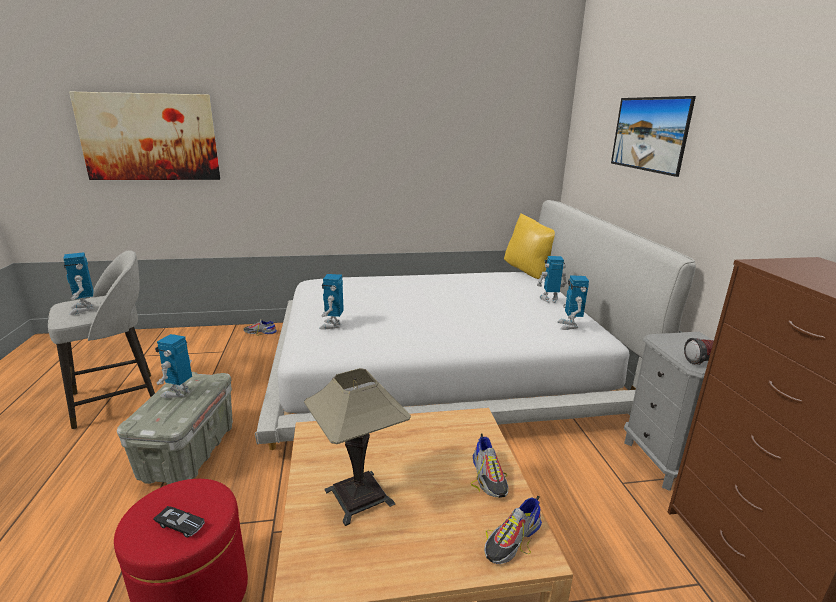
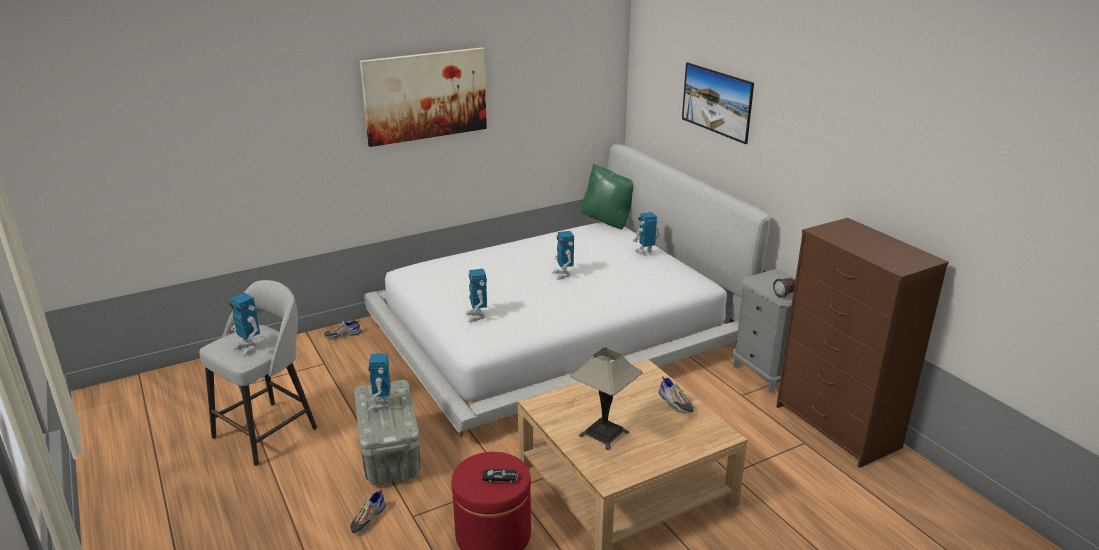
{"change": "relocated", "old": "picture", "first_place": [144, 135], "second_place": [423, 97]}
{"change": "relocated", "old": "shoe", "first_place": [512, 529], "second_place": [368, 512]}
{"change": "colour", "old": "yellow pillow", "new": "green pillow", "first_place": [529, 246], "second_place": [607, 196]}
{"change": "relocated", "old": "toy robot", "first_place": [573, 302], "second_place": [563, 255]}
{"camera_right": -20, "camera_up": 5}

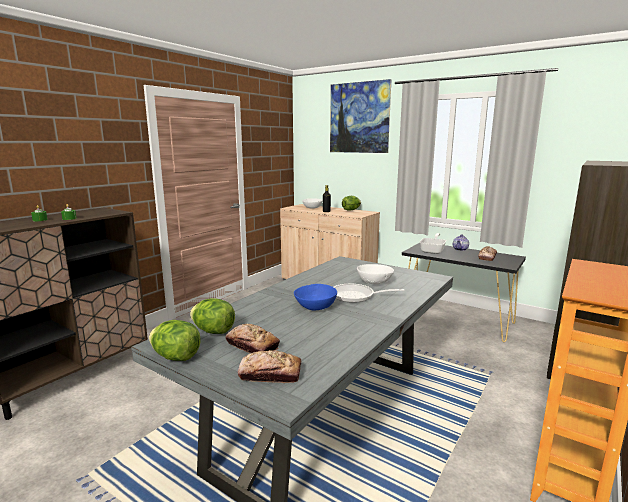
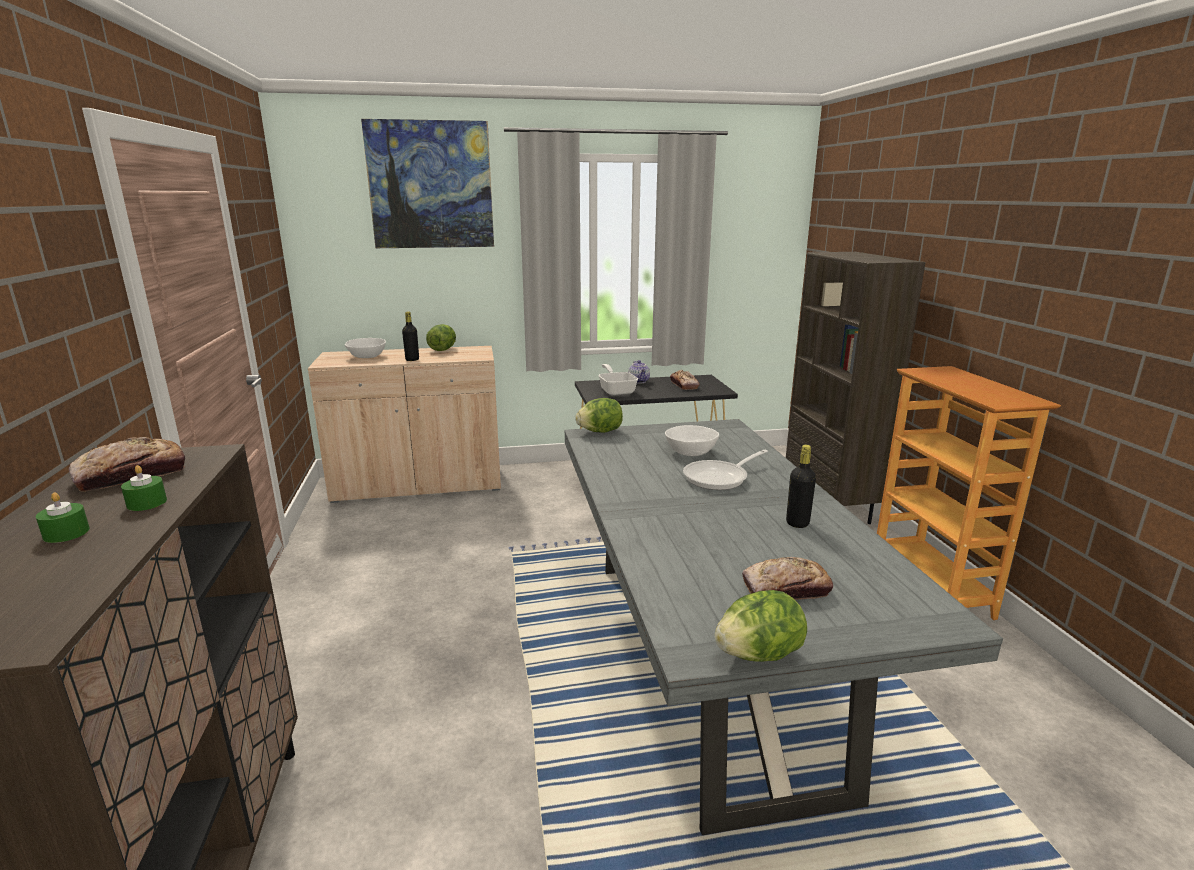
{"change": "relocated", "old": "lettuce", "first_place": [212, 316], "second_place": [599, 415]}
{"change": "relocated", "old": "bread", "first_place": [269, 366], "second_place": [127, 464]}
{"change": "missing", "old": "blue bowl", "first_place": [315, 297]}
{"change": "appeared", "new": "black bottle", "second_place": [801, 486]}
{"camera_right": -45, "camera_up": 5}

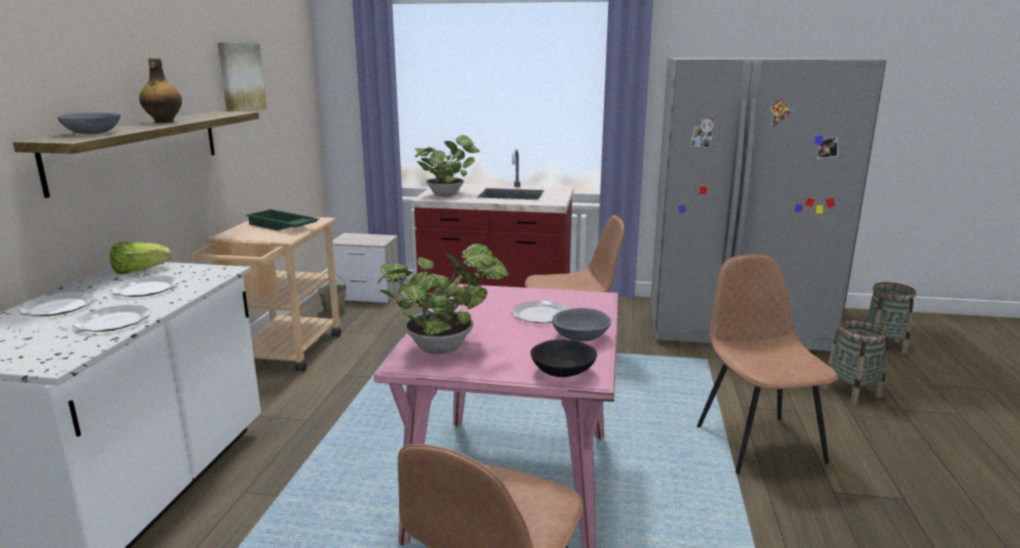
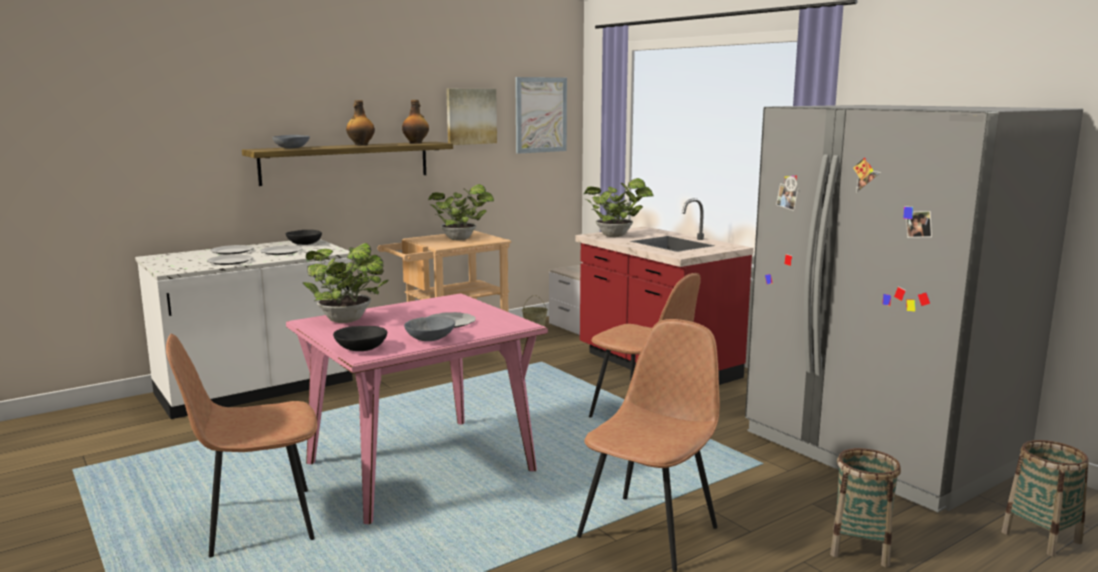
{"change": "exchanged", "old": "lettuce", "new": "black bowl", "first_place": [141, 258], "second_place": [304, 237]}
{"change": "exchanged", "old": "green tray", "new": "potted plant", "first_place": [282, 220], "second_place": [461, 212]}
{"change": "appeared", "new": "bottle", "second_place": [415, 122]}
{"change": "appeared", "new": "picture", "second_place": [541, 115]}
{"camera_right": 45, "camera_up": -5}

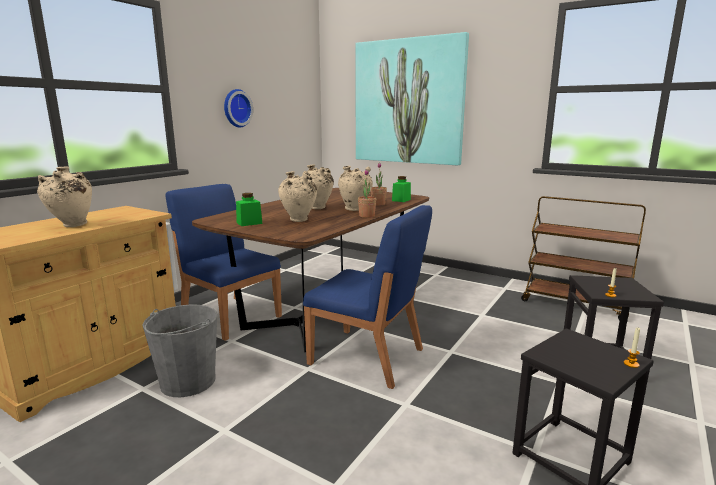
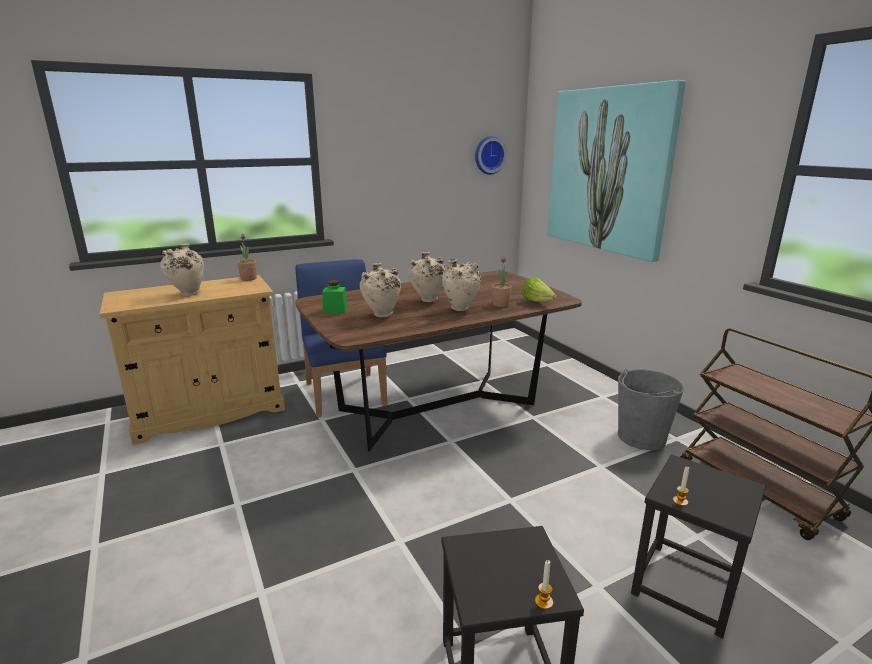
{"change": "relocated", "old": "grey bucket", "first_place": [180, 350], "second_place": [651, 409]}
{"change": "relocated", "old": "wall clock", "first_place": [238, 108], "second_place": [491, 155]}
{"change": "missing", "old": "blue chair", "first_place": [367, 297]}
{"change": "relocated", "old": "potted plant", "first_place": [367, 193], "second_place": [247, 257]}
{"change": "exchanged", "old": "green jar", "new": "lettuce", "first_place": [401, 189], "second_place": [539, 289]}
{"camera_right": 30, "camera_up": 5}

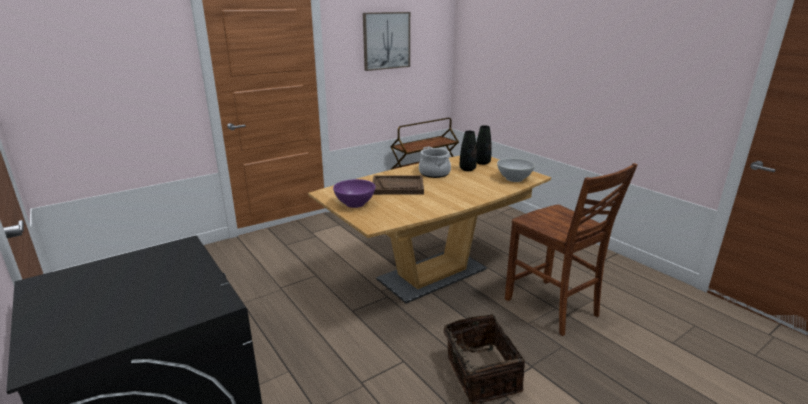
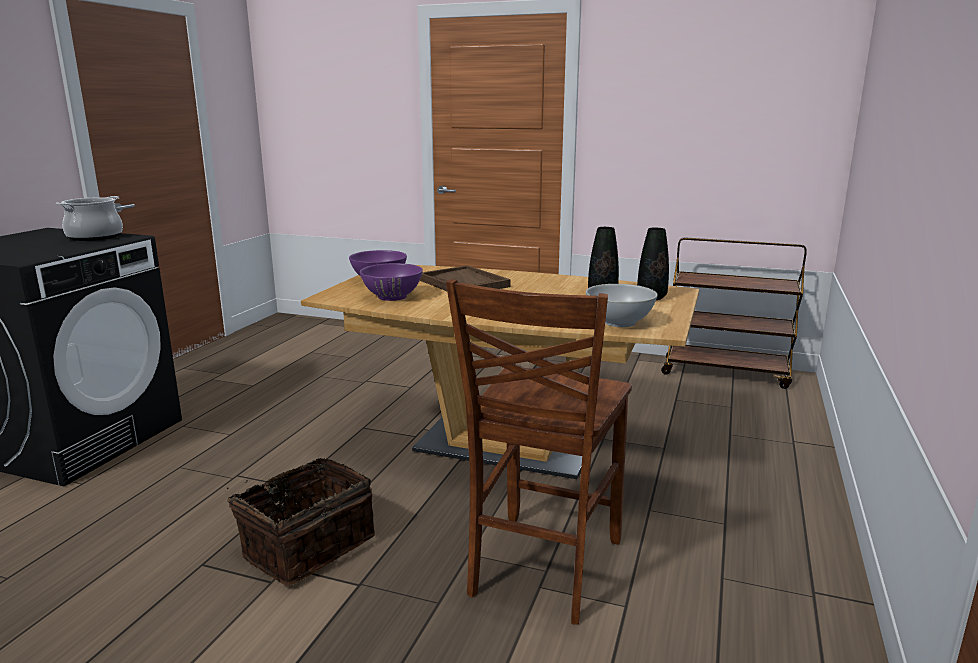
{"change": "missing", "old": "picture", "first_place": [386, 41]}
{"change": "relocated", "old": "cooking pot", "first_place": [435, 162], "second_place": [89, 218]}
{"change": "appeared", "new": "purple bowl", "second_place": [391, 282]}
{"camera_right": 55, "camera_up": -5}

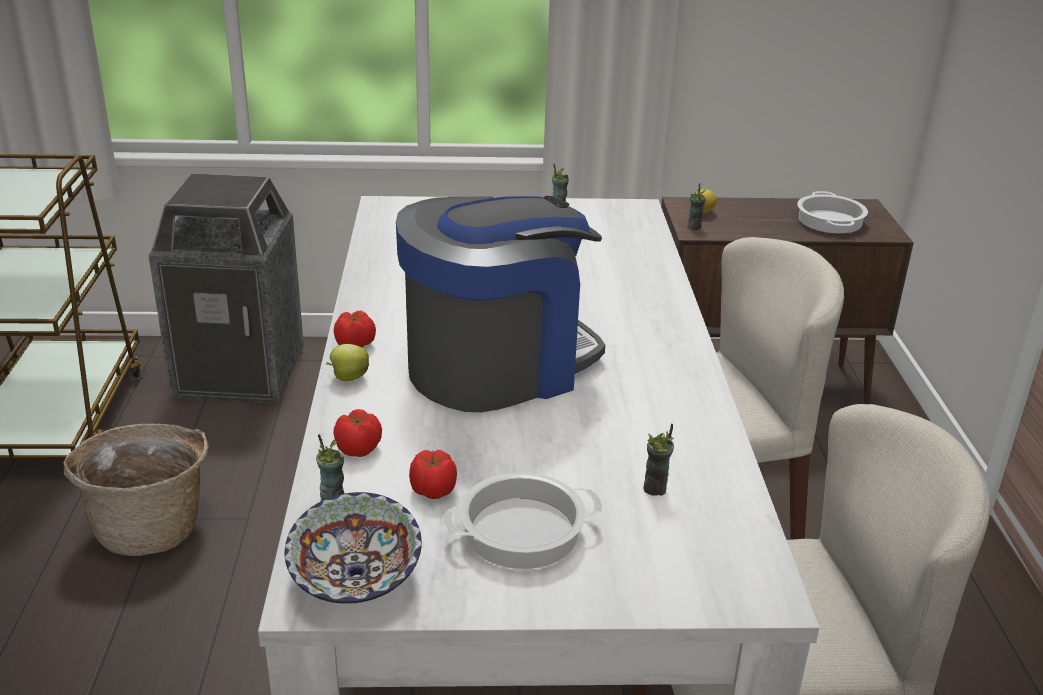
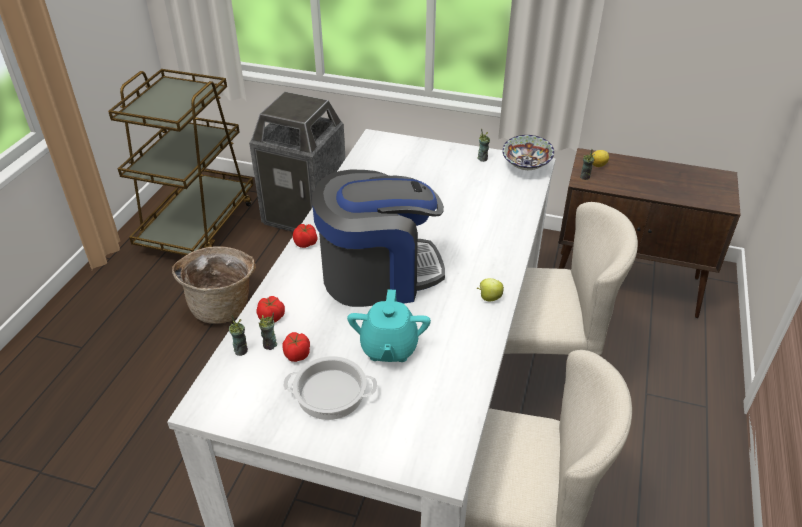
{"change": "relocated", "old": "bowl", "first_place": [353, 548], "second_place": [528, 152]}
{"change": "relocated", "old": "apple", "first_place": [347, 362], "second_place": [490, 289]}
{"change": "relocated", "old": "cup", "first_place": [658, 459], "second_place": [268, 331]}
{"change": "missing", "old": "cooking pot", "first_place": [832, 212]}
{"change": "appeared", "new": "turquoise teapot", "second_place": [389, 325]}
{"camera_right": 20, "camera_up": 10}

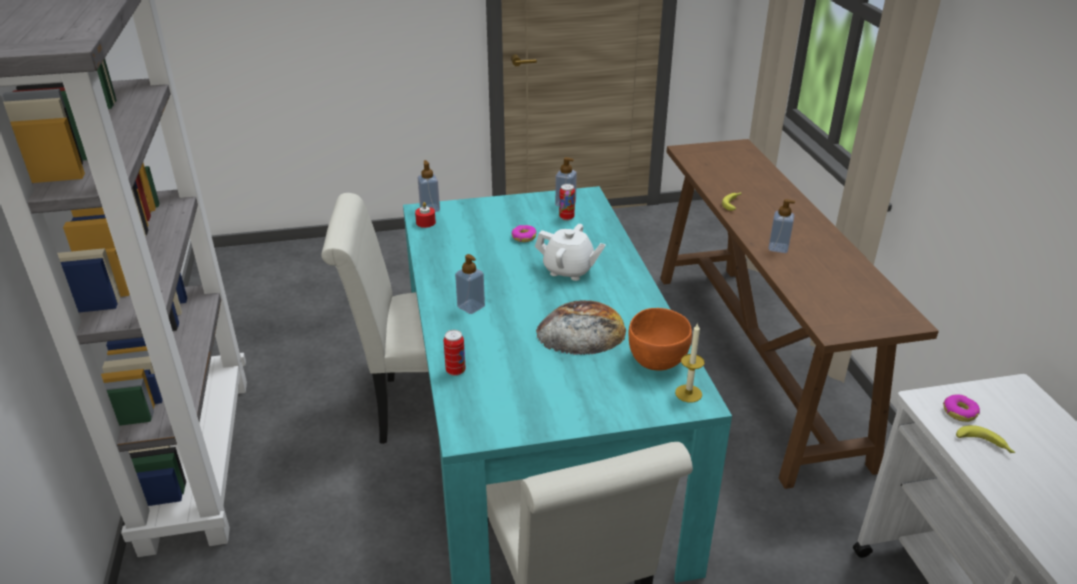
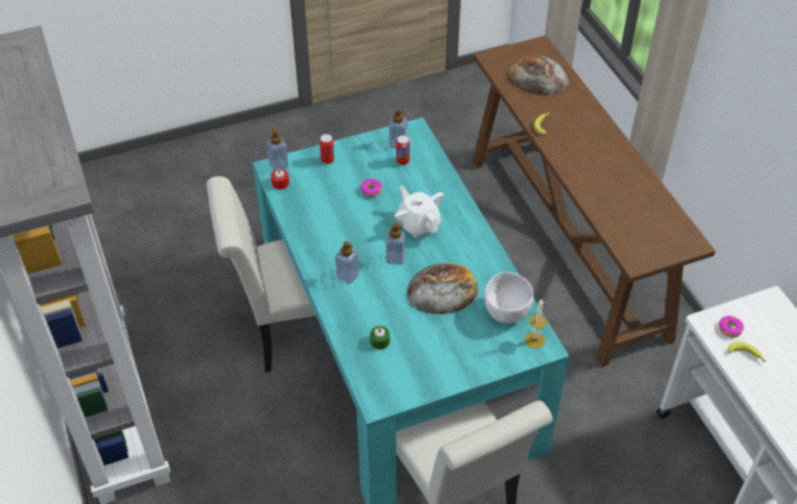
{"change": "relocated", "old": "can", "first_place": [454, 353], "second_place": [327, 149]}
{"change": "spun", "old": "white teapot", "first_place": [570, 252], "second_place": [418, 211], "degrees": -135}
{"change": "colour", "old": "orange bowl", "new": "white bowl", "first_place": [660, 339], "second_place": [509, 297]}
{"change": "relocated", "old": "soap dispenser", "first_place": [781, 226], "second_place": [395, 244]}
{"change": "appeared", "new": "green candle", "second_place": [380, 338]}
{"change": "appeared", "new": "bread", "second_place": [538, 75]}
{"camera_right": -10, "camera_up": 15}

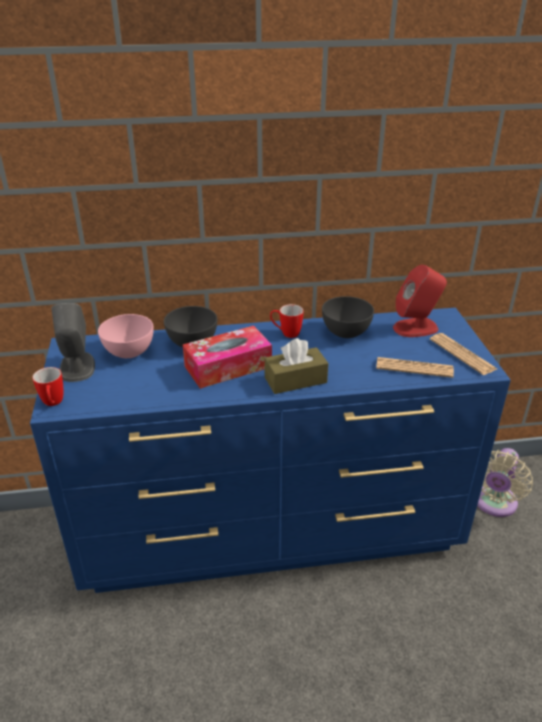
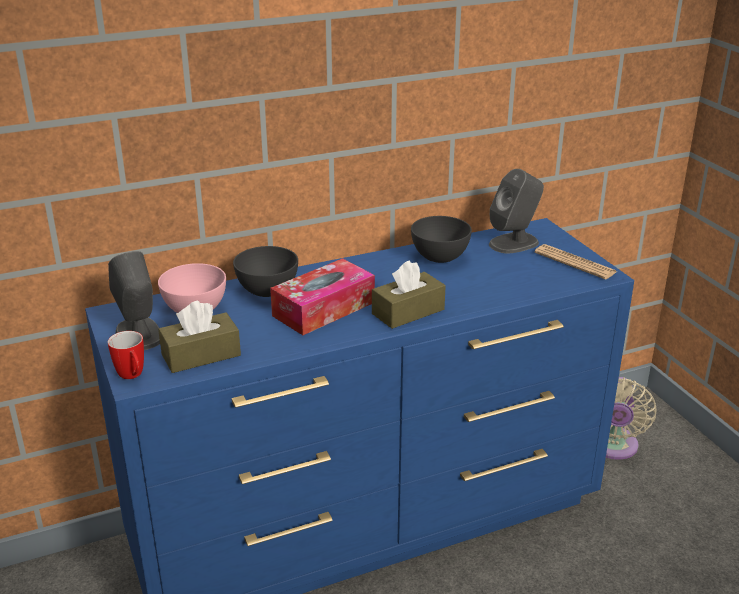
{"change": "missing", "old": "mug", "first_place": [287, 321]}
{"change": "missing", "old": "newspaper", "first_place": [415, 367]}
{"change": "colour", "old": "red speaker", "new": "grey speaker", "first_place": [420, 301], "second_place": [516, 211]}
{"change": "appeared", "new": "brown tissue box", "second_place": [199, 337]}
{"camera_right": -15, "camera_up": -5}

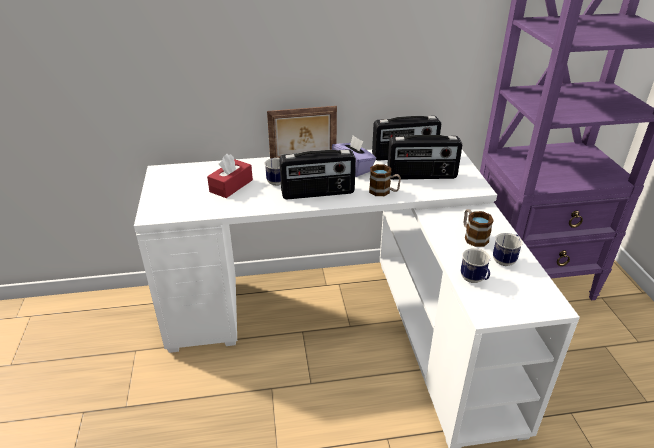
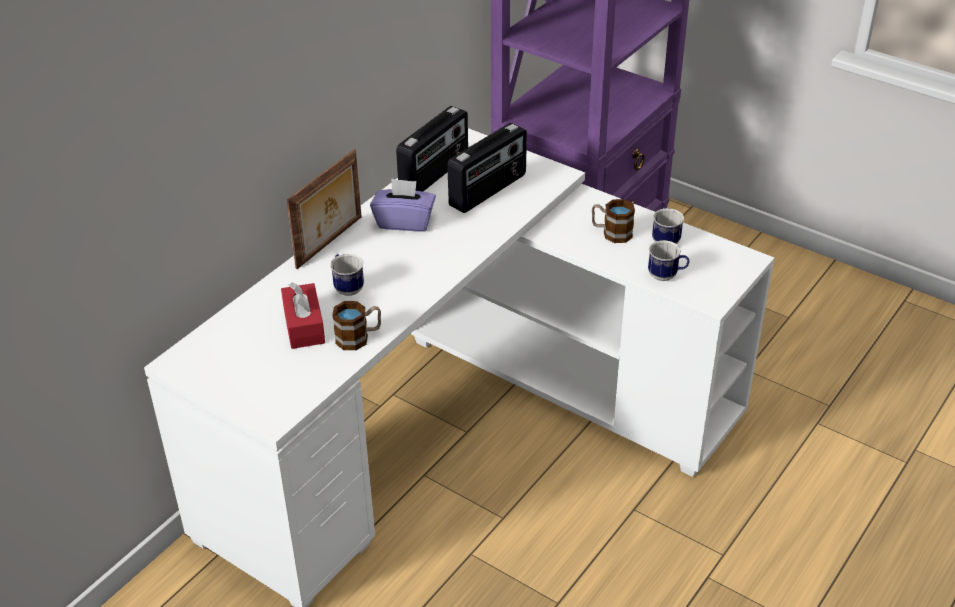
{"change": "missing", "old": "radio", "first_place": [317, 174]}
{"change": "relocated", "old": "mug", "first_place": [385, 180], "second_place": [356, 325]}
{"camera_right": -45, "camera_up": 5}

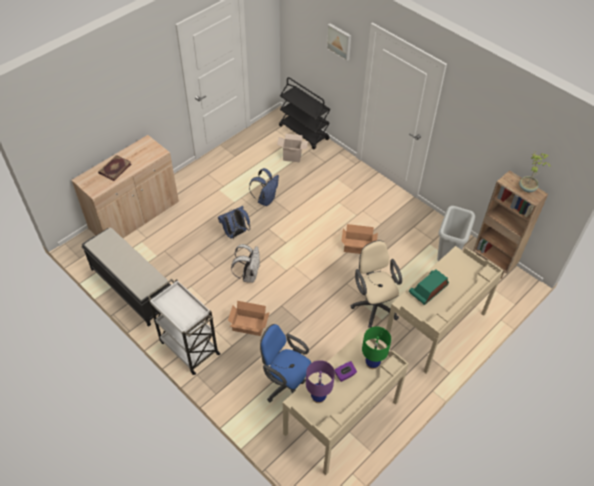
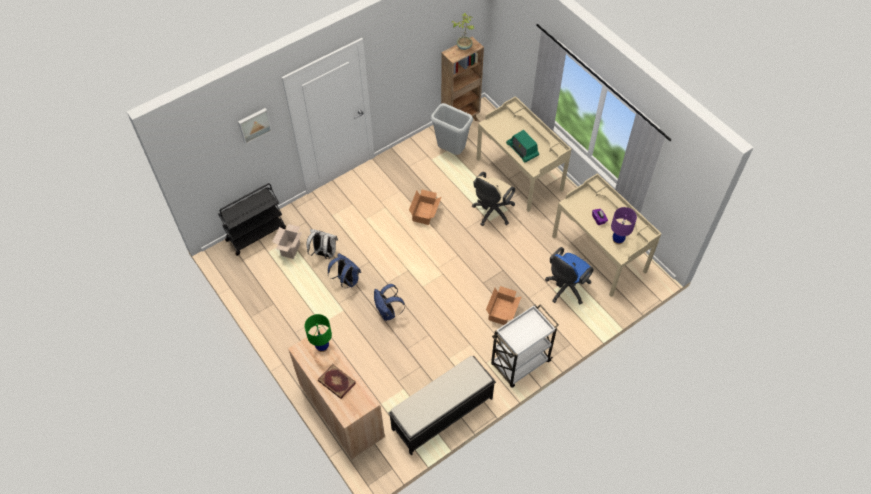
{"change": "relocated", "old": "white backpack", "first_place": [245, 263], "second_place": [322, 244]}
{"change": "spun", "old": "beige office chair", "first_place": [376, 284], "second_place": [493, 199], "degrees": -45}
{"change": "relocated", "old": "green table lamp", "first_place": [376, 348], "second_place": [318, 333]}
{"camera_right": -80, "camera_up": 5}

